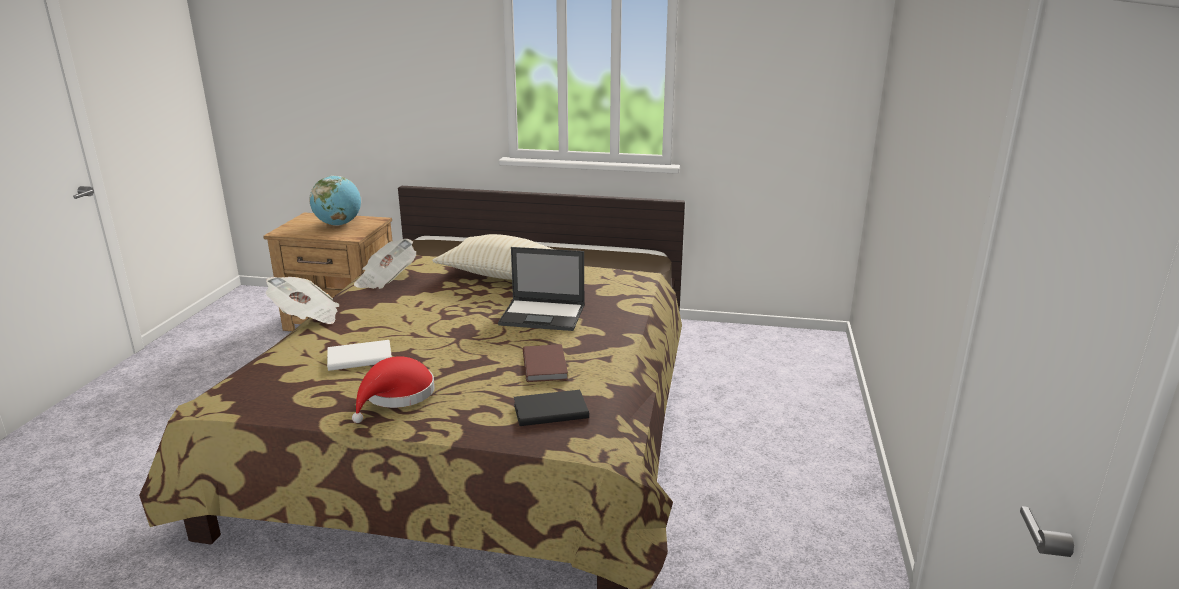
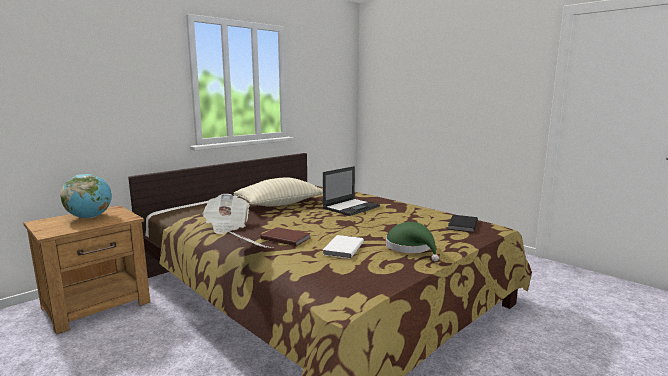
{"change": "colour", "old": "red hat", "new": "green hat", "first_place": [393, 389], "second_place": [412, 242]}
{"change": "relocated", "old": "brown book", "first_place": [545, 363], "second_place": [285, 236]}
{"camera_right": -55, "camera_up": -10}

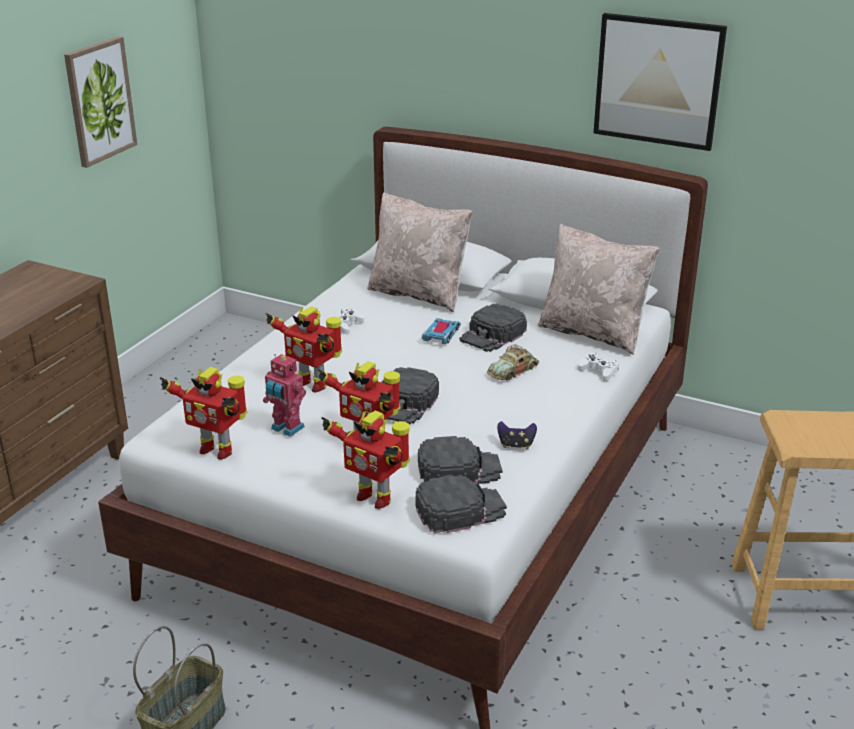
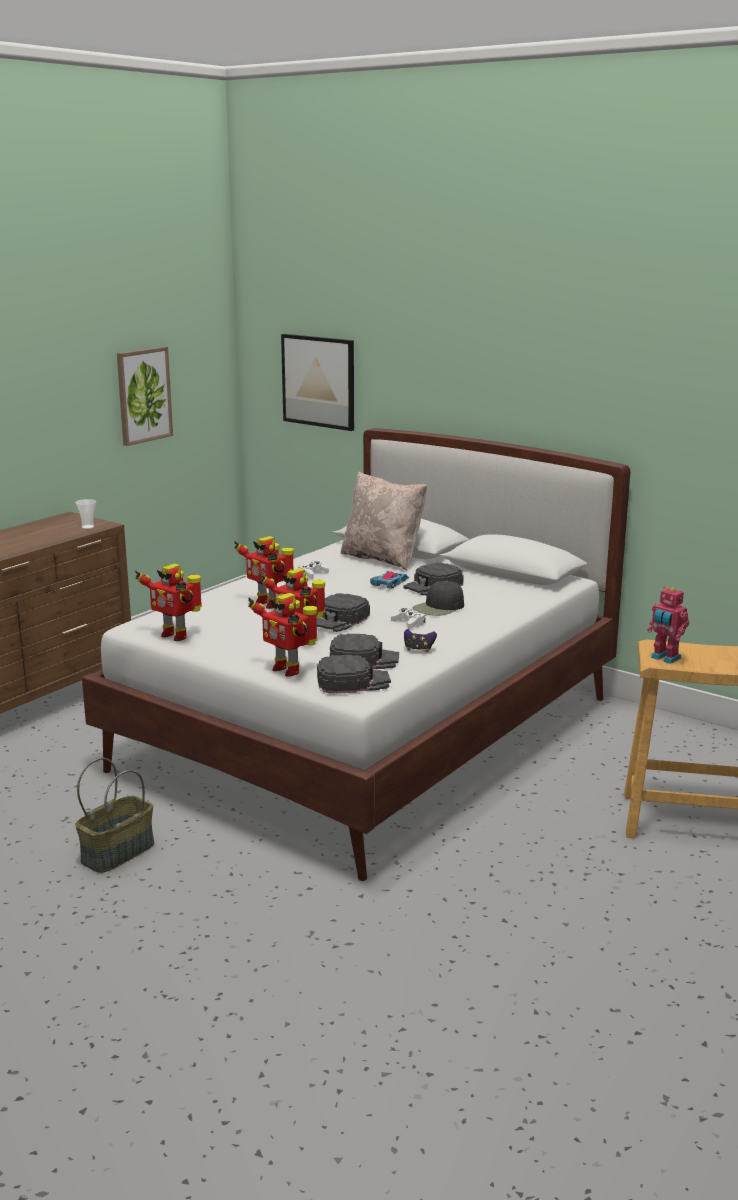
{"change": "relocated", "old": "toy robot", "first_place": [284, 395], "second_place": [668, 625]}
{"change": "exchanged", "old": "toy car", "new": "black cap", "first_place": [513, 362], "second_place": [438, 598]}
{"change": "missing", "old": "beige pillow", "first_place": [598, 289]}
{"change": "relocated", "old": "white game controller", "first_place": [598, 367], "second_place": [408, 618]}
{"change": "relocated", "old": "picture", "first_place": [660, 82], "second_place": [317, 382]}
{"change": "appeared", "new": "cup", "second_place": [85, 514]}
{"camera_right": 10, "camera_up": -10}

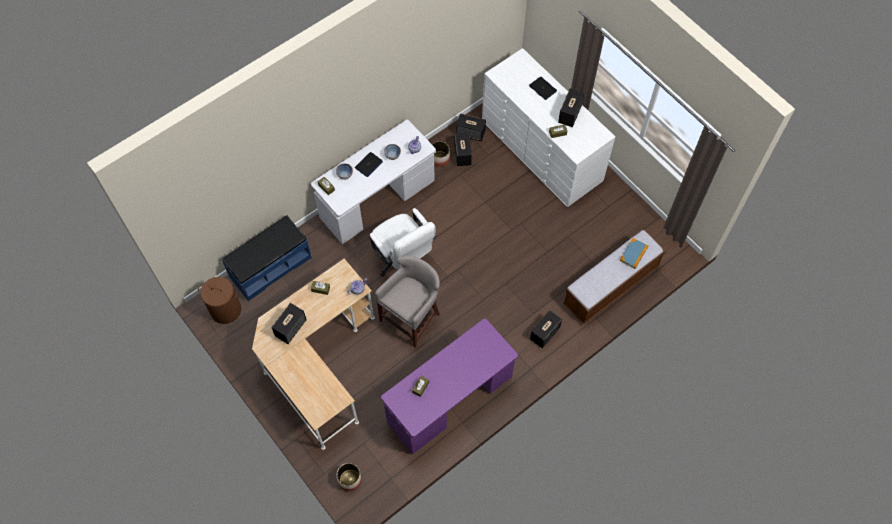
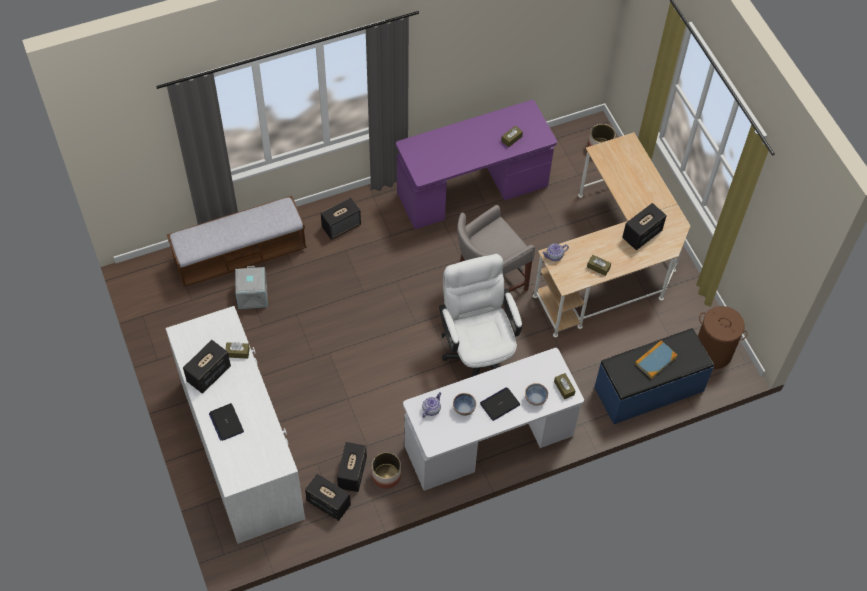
{"change": "relocated", "old": "book", "first_place": [634, 253], "second_place": [656, 360]}
{"change": "appeared", "new": "grey storage box", "second_place": [251, 287]}
{"camera_right": -165, "camera_up": -5}

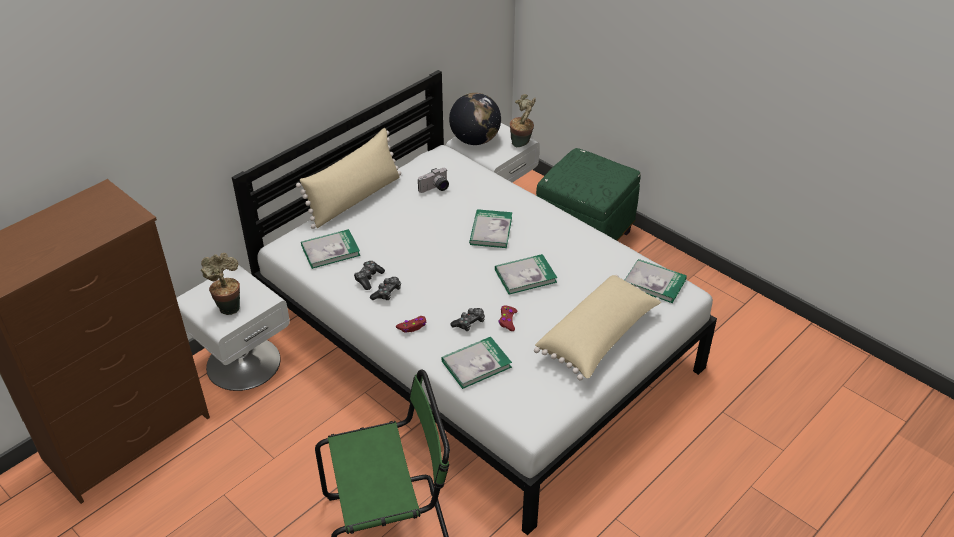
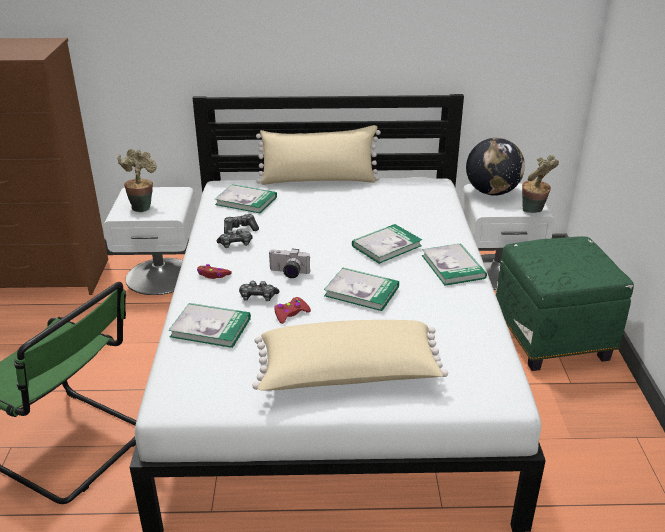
{"change": "relocated", "old": "photo camera", "first_place": [433, 180], "second_place": [289, 263]}
{"change": "relocated", "old": "book", "first_place": [656, 281], "second_place": [454, 264]}
{"camera_right": 45, "camera_up": -10}

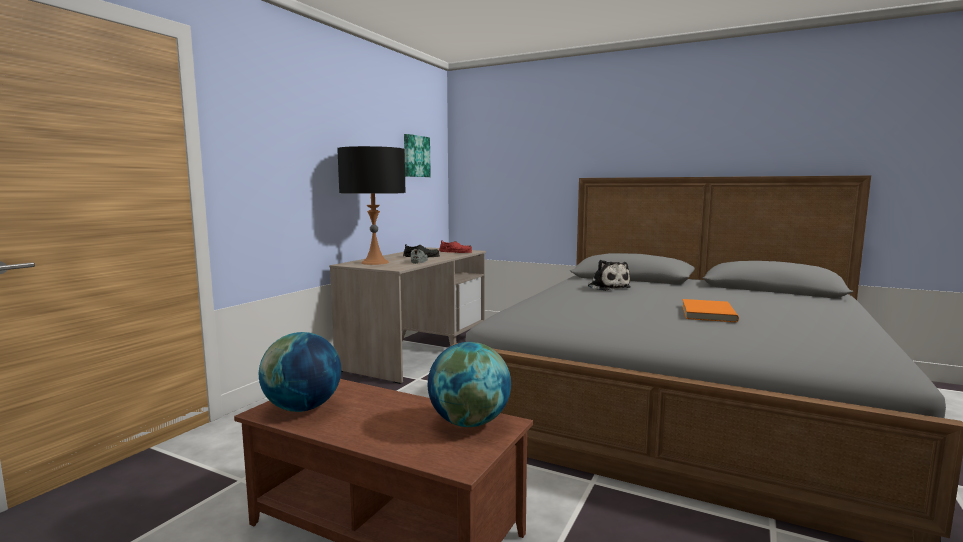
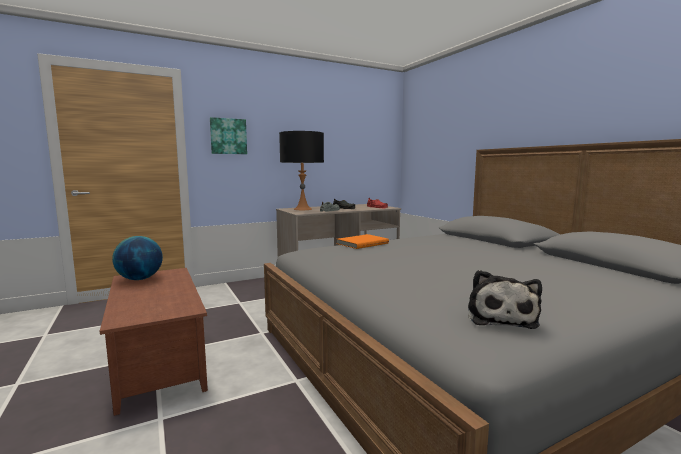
{"change": "relocated", "old": "picture", "first_place": [417, 155], "second_place": [228, 135]}
{"change": "missing", "old": "globe", "first_place": [469, 384]}
{"change": "relocated", "old": "plush toy", "first_place": [609, 275], "second_place": [505, 299]}
{"change": "relocated", "old": "orange book", "first_place": [710, 310], "second_place": [363, 241]}
{"camera_right": 35, "camera_up": 0}

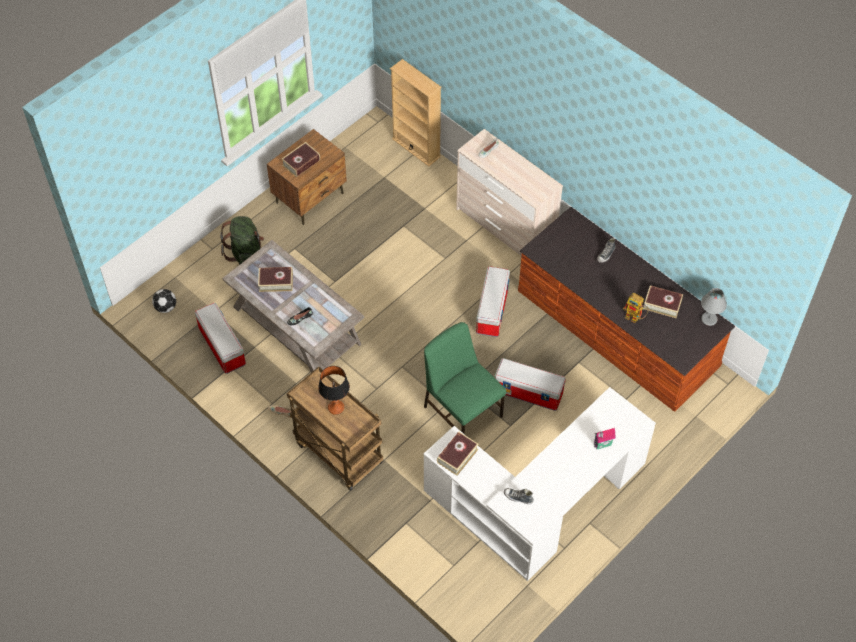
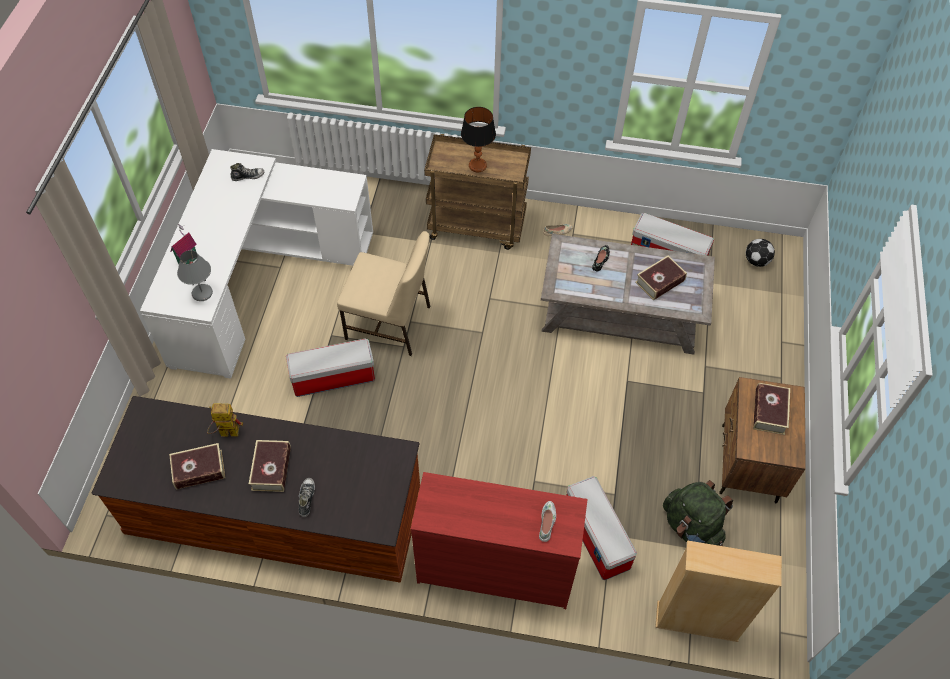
{"change": "relocated", "old": "green backpack", "first_place": [242, 240], "second_place": [698, 513]}
{"change": "colour", "old": "green chair", "new": "beige chair", "first_place": [465, 378], "second_place": [384, 293]}
{"change": "relocated", "old": "book", "first_place": [458, 454], "second_place": [270, 466]}
{"change": "colour", "old": "beige dresser", "new": "red dresser", "first_place": [509, 192], "second_place": [499, 540]}
{"change": "relocated", "old": "storage box", "first_place": [493, 301], "second_place": [601, 528]}
{"change": "relocated", "old": "grey table lamp", "first_place": [714, 307], "second_place": [195, 275]}
{"camera_right": 145, "camera_up": 0}

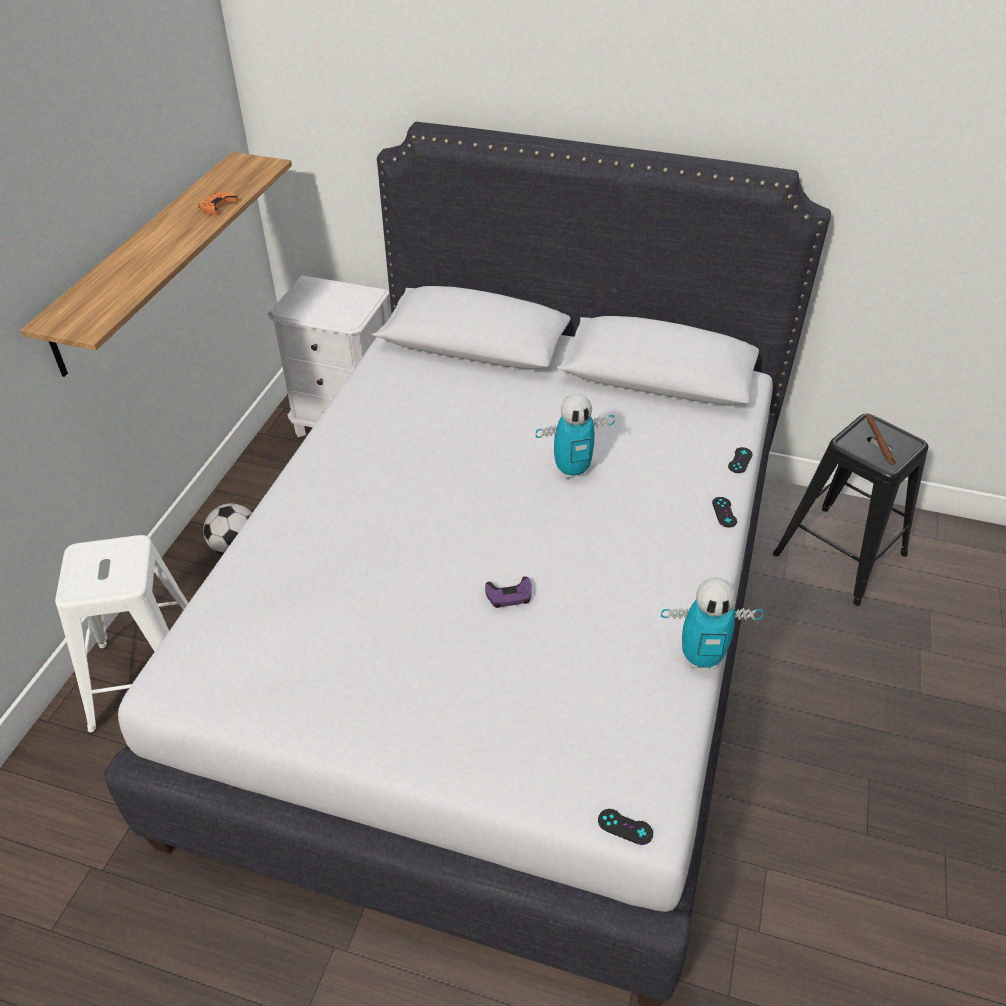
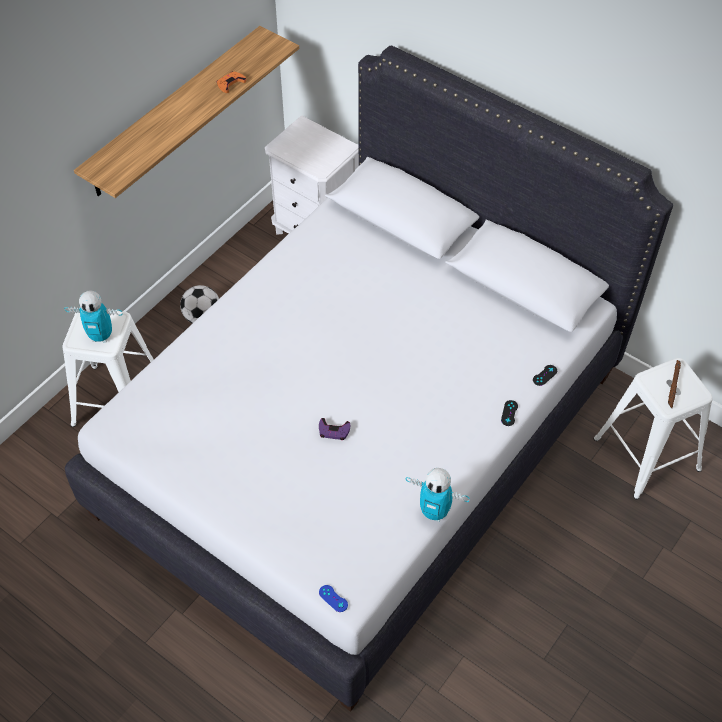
{"change": "relocated", "old": "toy robot", "first_place": [575, 436], "second_place": [93, 316]}
{"change": "colour", "old": "black game controller", "new": "blue game controller", "first_place": [625, 827], "second_place": [333, 598]}
{"change": "colour", "old": "black stool", "new": "white stool", "first_place": [851, 509], "second_place": [653, 428]}
{"camera_right": 20, "camera_up": 10}

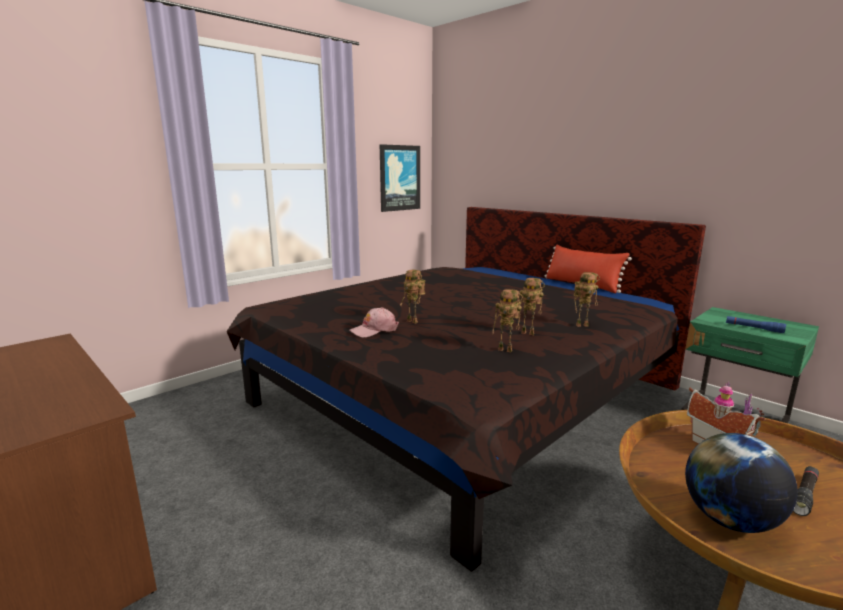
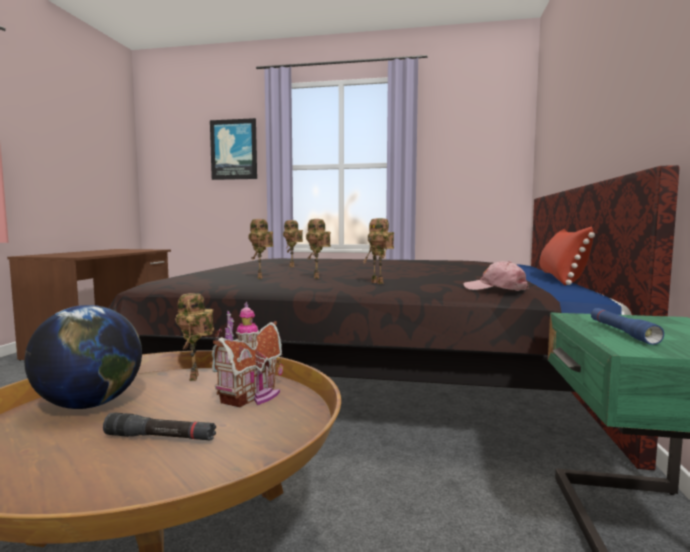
{"change": "relocated", "old": "pink cap", "first_place": [374, 322], "second_place": [496, 276]}
{"change": "relocated", "old": "picture", "first_place": [400, 178], "second_place": [233, 149]}
{"change": "appeared", "new": "toy robot", "second_place": [194, 337]}
{"camera_right": 55, "camera_up": -10}

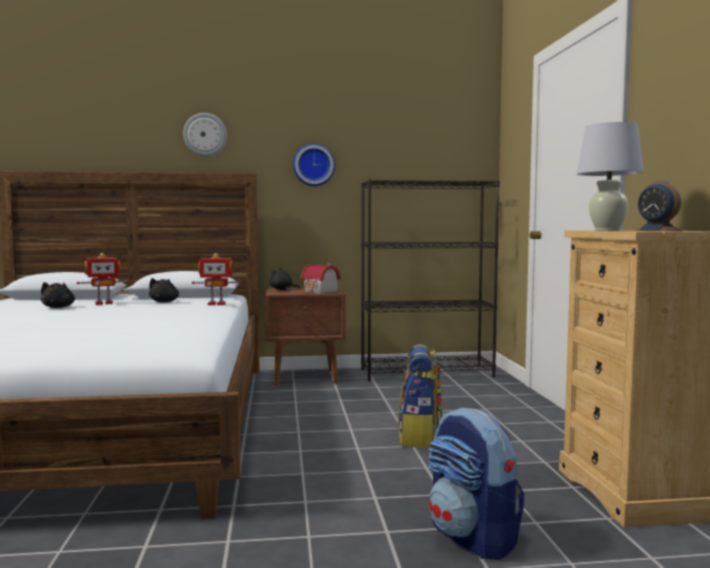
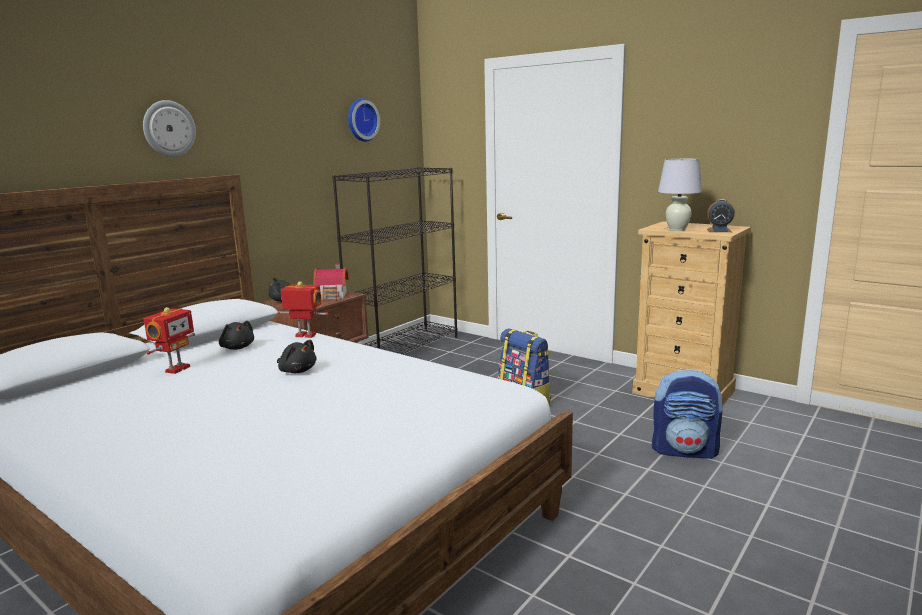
{"change": "relocated", "old": "black plush toy", "first_place": [58, 295], "second_place": [296, 356]}
{"change": "spun", "old": "toy robot", "first_place": [216, 279], "second_place": [303, 309], "degrees": -120}
{"change": "relocated", "old": "wall clock", "first_place": [314, 164], "second_place": [364, 120]}
{"camera_right": -45, "camera_up": 10}

